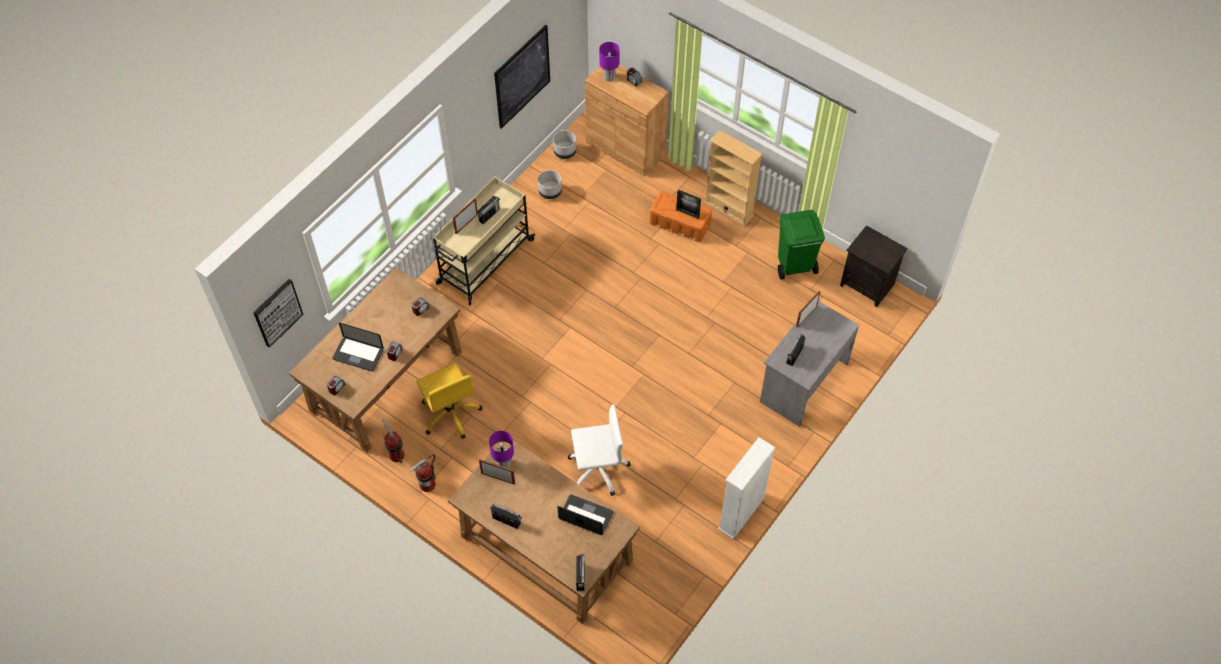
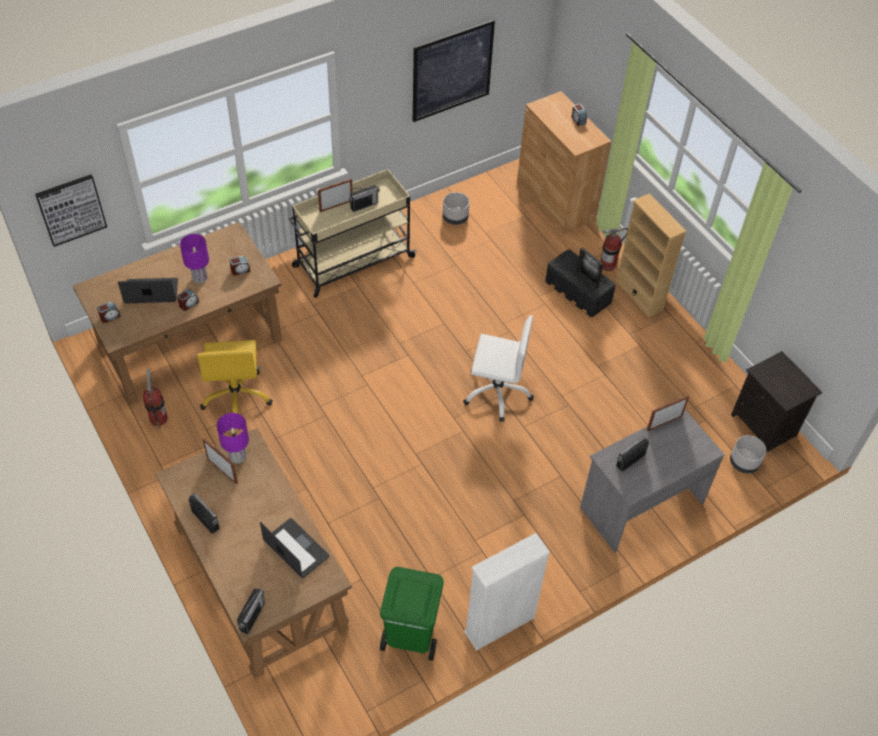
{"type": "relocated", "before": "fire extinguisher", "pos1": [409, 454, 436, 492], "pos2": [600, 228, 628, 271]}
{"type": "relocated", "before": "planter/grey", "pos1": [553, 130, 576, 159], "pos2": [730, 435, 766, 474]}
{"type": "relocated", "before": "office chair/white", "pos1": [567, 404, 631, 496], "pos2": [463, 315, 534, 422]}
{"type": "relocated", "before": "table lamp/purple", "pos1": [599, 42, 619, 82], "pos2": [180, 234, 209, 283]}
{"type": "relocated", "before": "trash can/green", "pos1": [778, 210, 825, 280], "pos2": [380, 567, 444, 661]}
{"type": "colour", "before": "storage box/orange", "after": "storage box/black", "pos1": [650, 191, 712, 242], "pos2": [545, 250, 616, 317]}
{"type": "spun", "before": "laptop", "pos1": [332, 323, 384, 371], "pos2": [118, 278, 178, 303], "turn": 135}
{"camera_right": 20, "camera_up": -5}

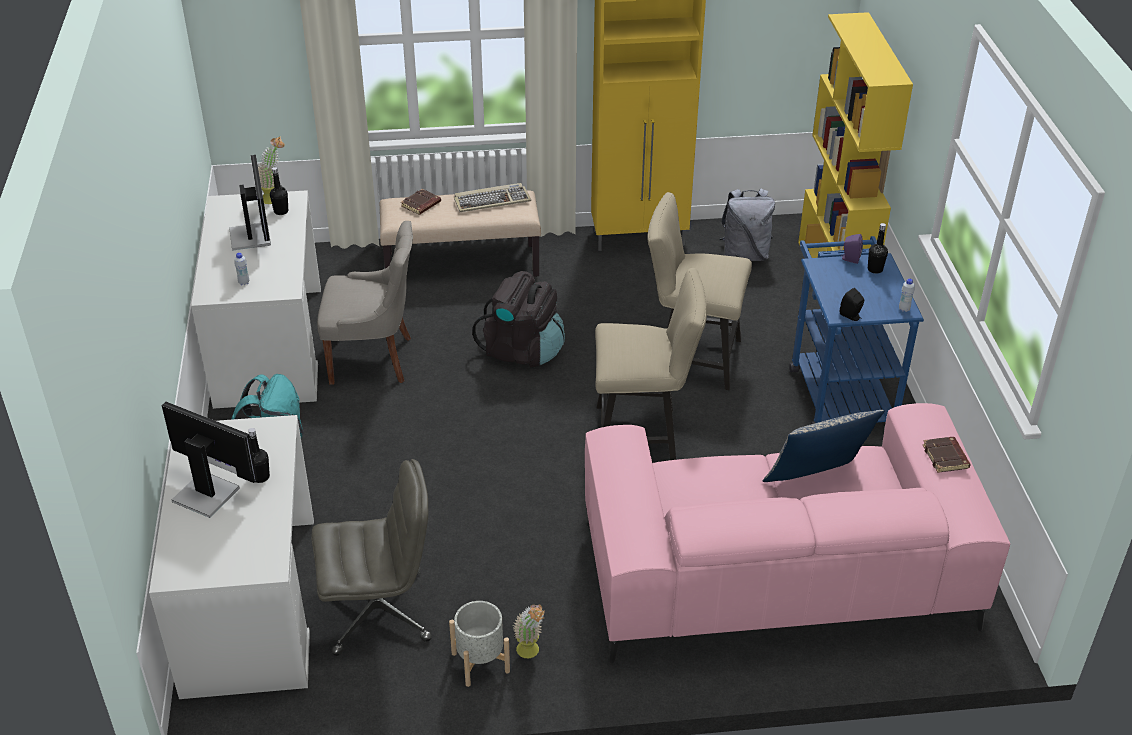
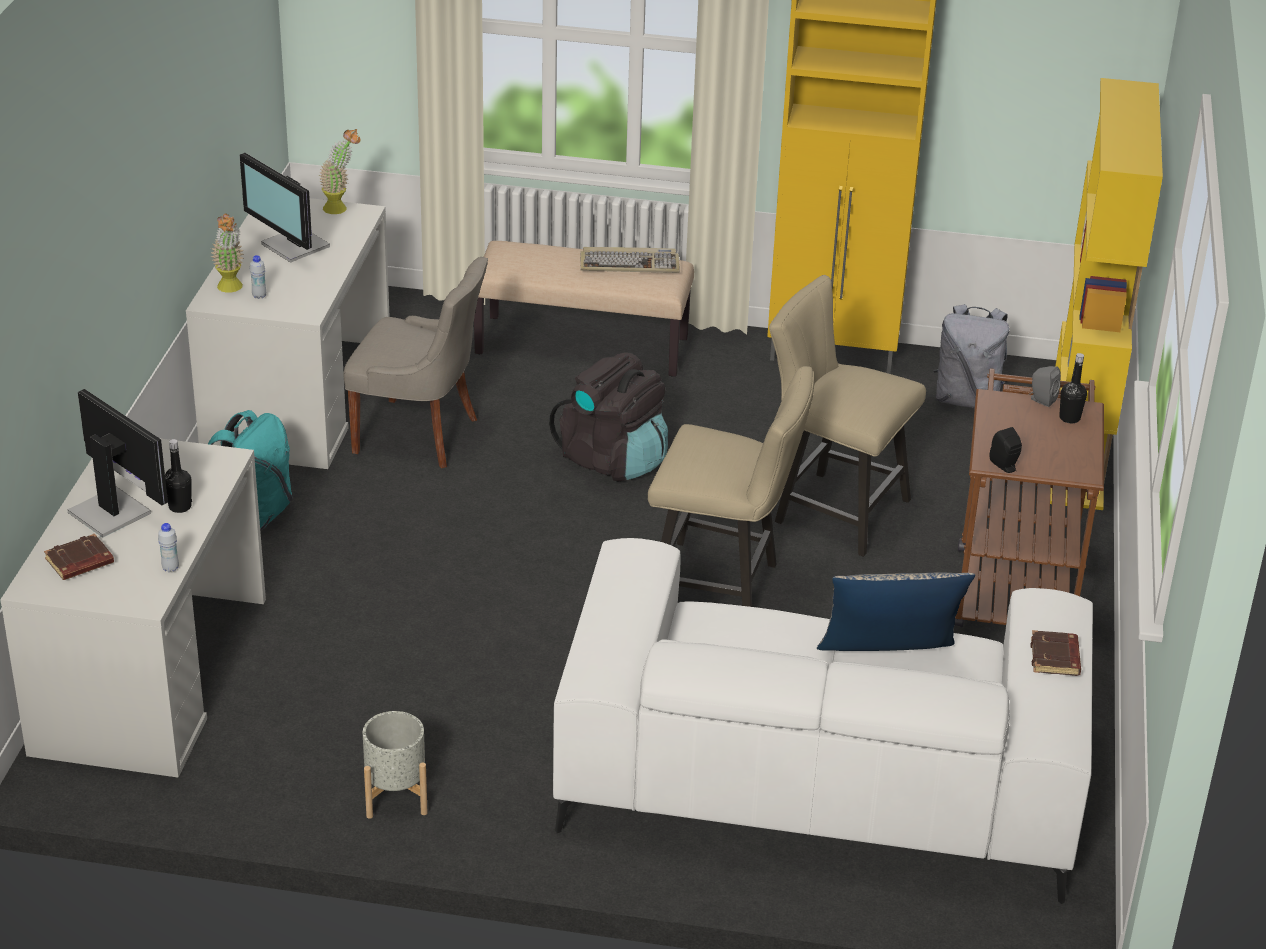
{"type": "missing", "before": "bottle/black", "pos1": [270, 167, 288, 215]}
{"type": "missing", "before": "office chair/grey", "pos1": [311, 459, 432, 656]}
{"type": "relocated", "before": "book/brown", "pos1": [401, 189, 441, 215], "pos2": [44, 534, 114, 580]}
{"type": "relocated", "before": "potted plant", "pos1": [513, 604, 545, 658], "pos2": [210, 213, 244, 293]}
{"type": "relocated", "before": "bottle/white", "pos1": [899, 278, 915, 312], "pos2": [158, 523, 179, 572]}
{"type": "colour", "before": "sofa/pink", "after": "sofa/white", "pos1": [585, 403, 1010, 664], "pos2": [553, 538, 1093, 904]}
{"type": "colour", "before": "cart/blue", "after": "cart/brown", "pos1": [789, 236, 924, 425], "pos2": [955, 368, 1104, 628]}
{"type": "colour", "before": "speaker/purple", "after": "speaker/grey", "pos1": [840, 234, 863, 264], "pos2": [1029, 366, 1061, 407]}
{"type": "spun", "before": "monitor", "pos1": [229, 155, 271, 251], "pos2": [240, 153, 330, 263], "turn": 135}
{"camera_right": 15, "camera_up": -5}

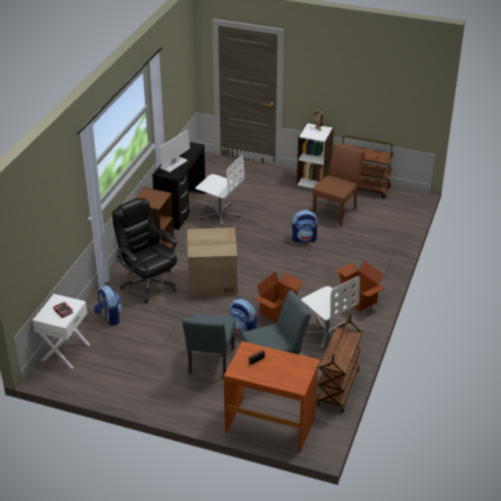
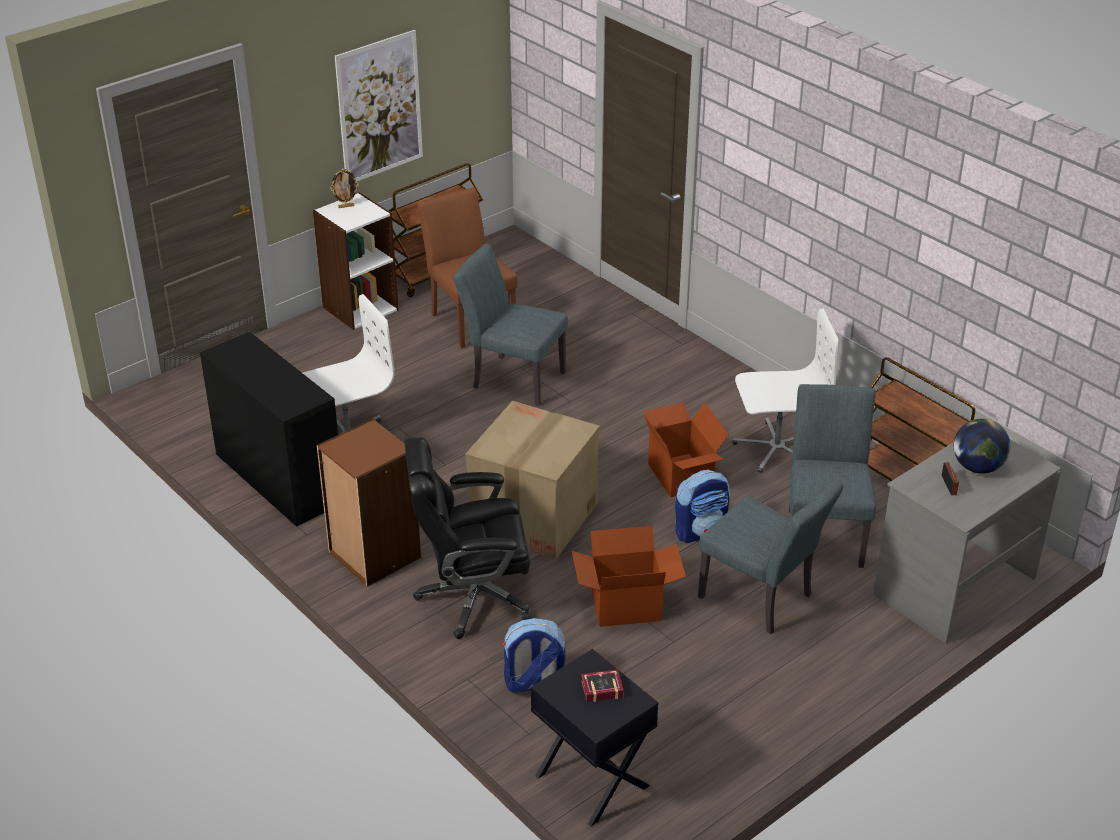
{"type": "missing", "before": "monitor", "pos1": [159, 130, 190, 172]}
{"type": "appeared", "after": "picture", "pos2": [335, 30, 423, 182]}
{"type": "appeared", "after": "globe", "pos2": [954, 419, 1010, 474]}
{"type": "relocated", "before": "cardboard box", "pos1": [335, 260, 386, 312], "pos2": [572, 526, 686, 627]}
{"type": "exchanged", "before": "backpack", "after": "chair/grey", "pos1": [292, 210, 318, 243], "pos2": [454, 244, 568, 407]}
{"type": "colour", "before": "nightstand/white", "after": "nightstand/black", "pos1": [32, 294, 90, 369], "pos2": [531, 649, 658, 827]}
{"type": "colour", "before": "desk/brown", "after": "desk/grey", "pos1": [224, 341, 320, 453], "pos2": [873, 440, 1061, 643]}
{"camera_right": -60, "camera_up": 0}

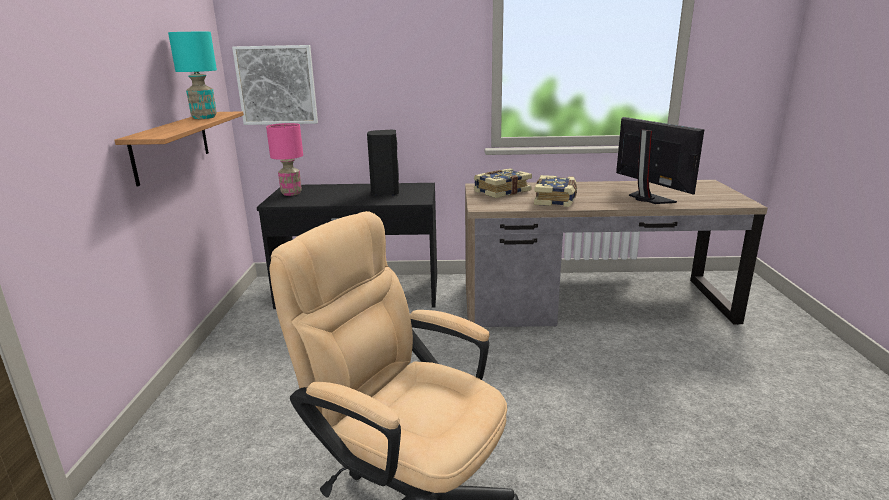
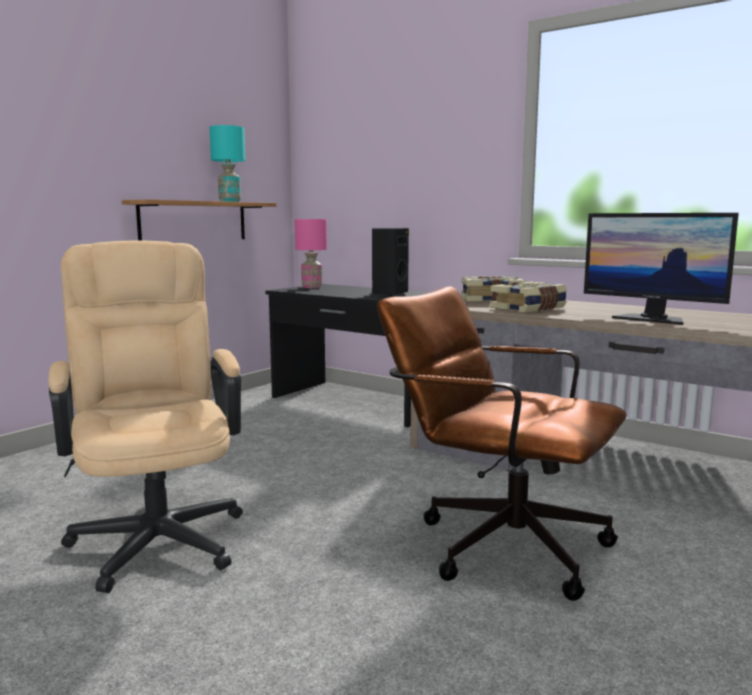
{"type": "missing", "before": "picture", "pos1": [232, 45, 318, 125]}
{"type": "appeared", "after": "office chair/brown", "pos2": [377, 287, 627, 601]}
{"type": "spun", "before": "monitor", "pos1": [616, 117, 704, 204], "pos2": [584, 213, 739, 325], "turn": 120}
{"camera_right": 35, "camera_up": -10}

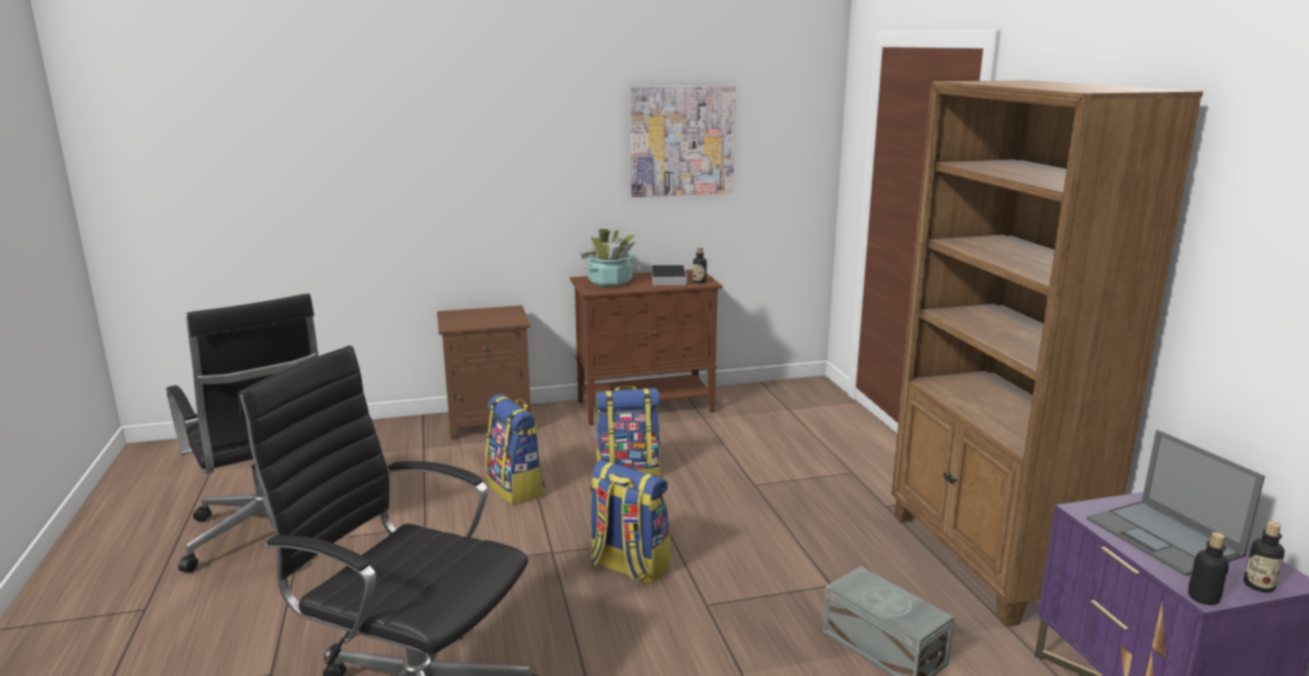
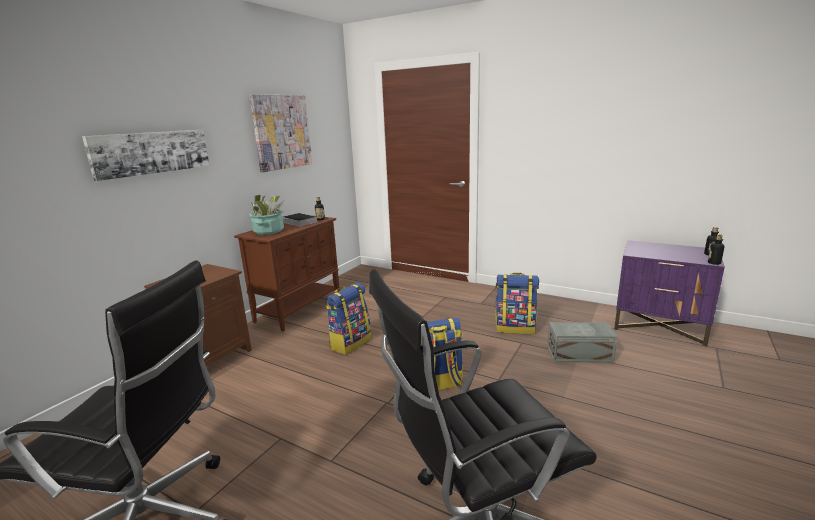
{"type": "missing", "before": "bookcase/brown", "pos1": [891, 80, 1203, 627]}
{"type": "missing", "before": "laptop", "pos1": [1087, 430, 1265, 576]}
{"type": "appeared", "after": "picture", "pos2": [82, 130, 210, 181]}
{"type": "relocated", "before": "backpack", "pos1": [485, 394, 545, 505], "pos2": [495, 273, 539, 334]}
{"camera_right": -45, "camera_up": 0}

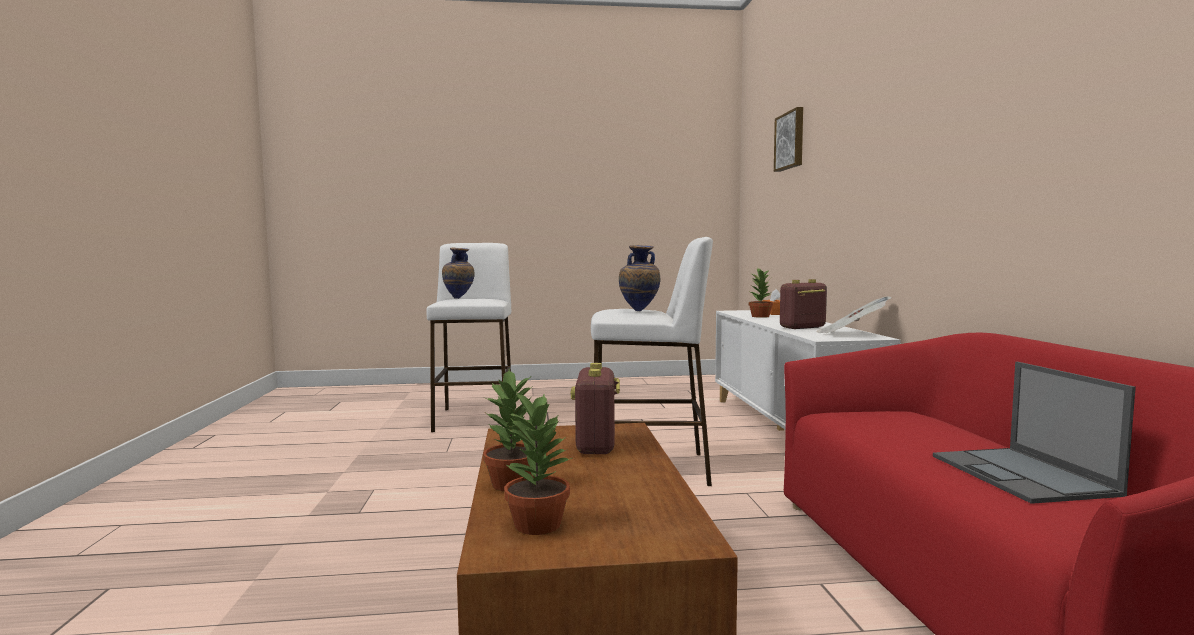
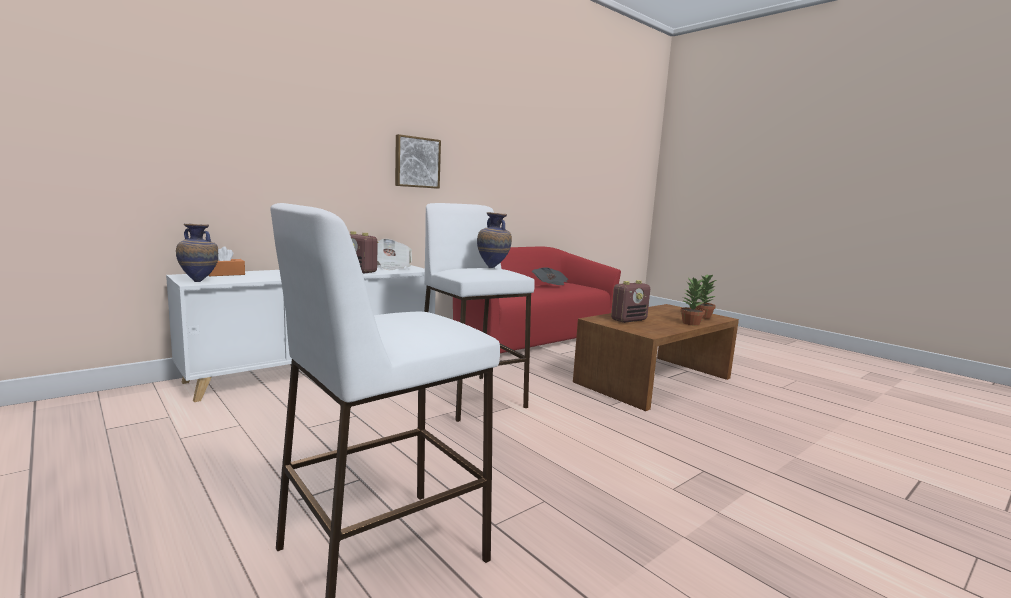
{"type": "missing", "before": "potted plant", "pos1": [749, 268, 773, 318]}
{"type": "relocated", "before": "vase", "pos1": [442, 248, 475, 299], "pos2": [176, 224, 218, 282]}
{"type": "relocated", "before": "picture", "pos1": [774, 107, 803, 172], "pos2": [395, 134, 441, 189]}
{"type": "exchanged", "before": "laptop", "after": "newspaper", "pos1": [933, 362, 1136, 504], "pos2": [532, 268, 568, 285]}
{"camera_right": -125, "camera_up": 5}

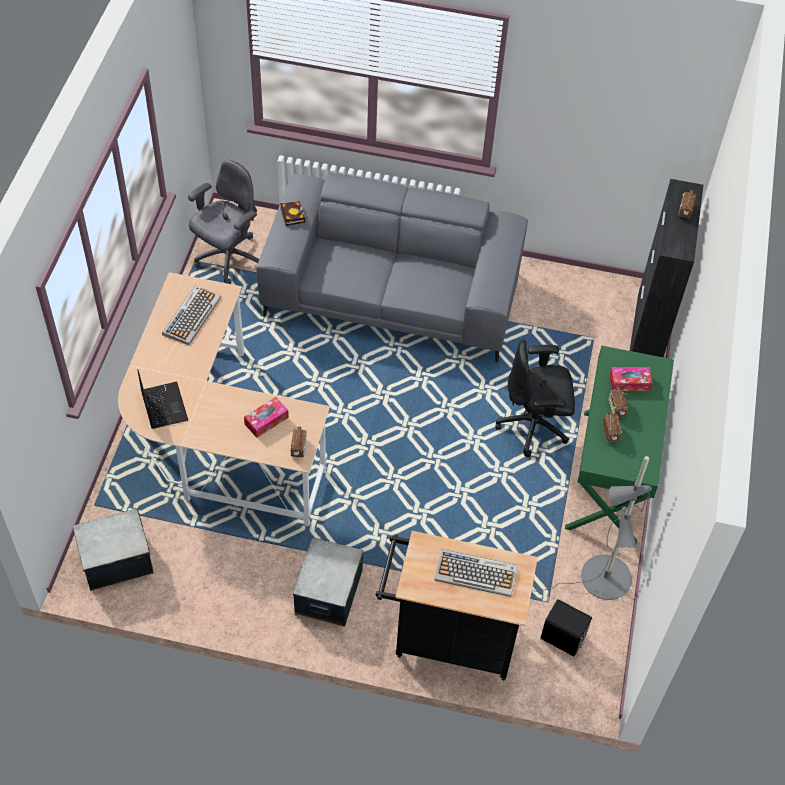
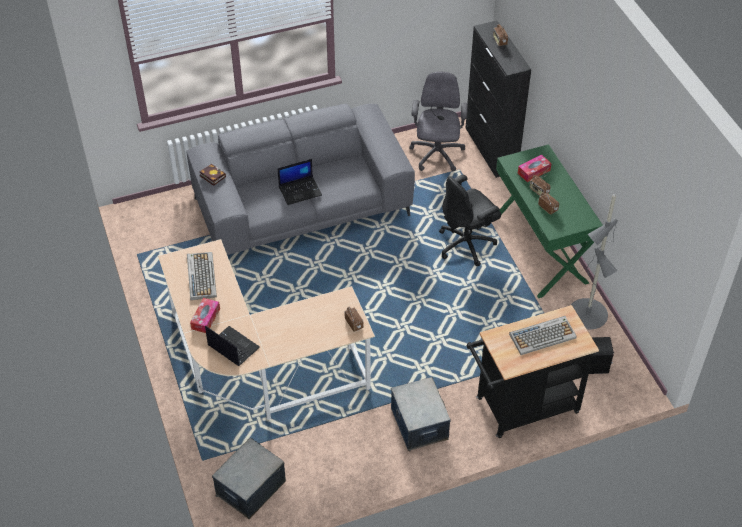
{"type": "appeared", "after": "laptop", "pos2": [278, 159, 322, 205]}
{"type": "relocated", "before": "office chair/grey", "pos1": [188, 160, 259, 284], "pos2": [409, 71, 468, 171]}
{"type": "relocated", "before": "tissue box", "pos1": [244, 397, 289, 438], "pos2": [190, 298, 220, 333]}
{"camera_right": -30, "camera_up": -5}

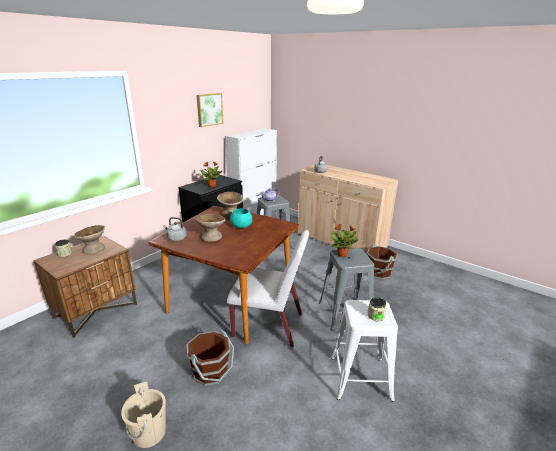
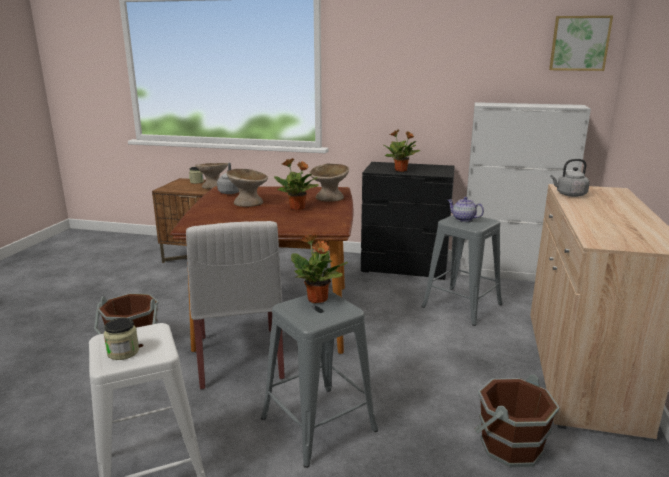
{"type": "missing", "before": "bucket/beige", "pos1": [121, 382, 166, 448]}
{"type": "relocated", "before": "picture", "pos1": [197, 93, 224, 127], "pos2": [549, 16, 613, 71]}
{"type": "exchanged", "before": "bowl/turquoise", "after": "potted plant", "pos1": [230, 209, 252, 228], "pos2": [274, 158, 319, 210]}
{"camera_right": 65, "camera_up": -5}

